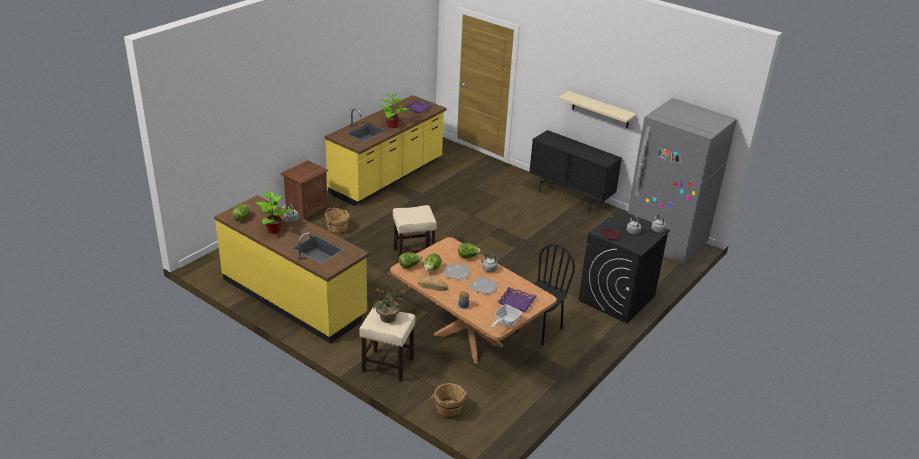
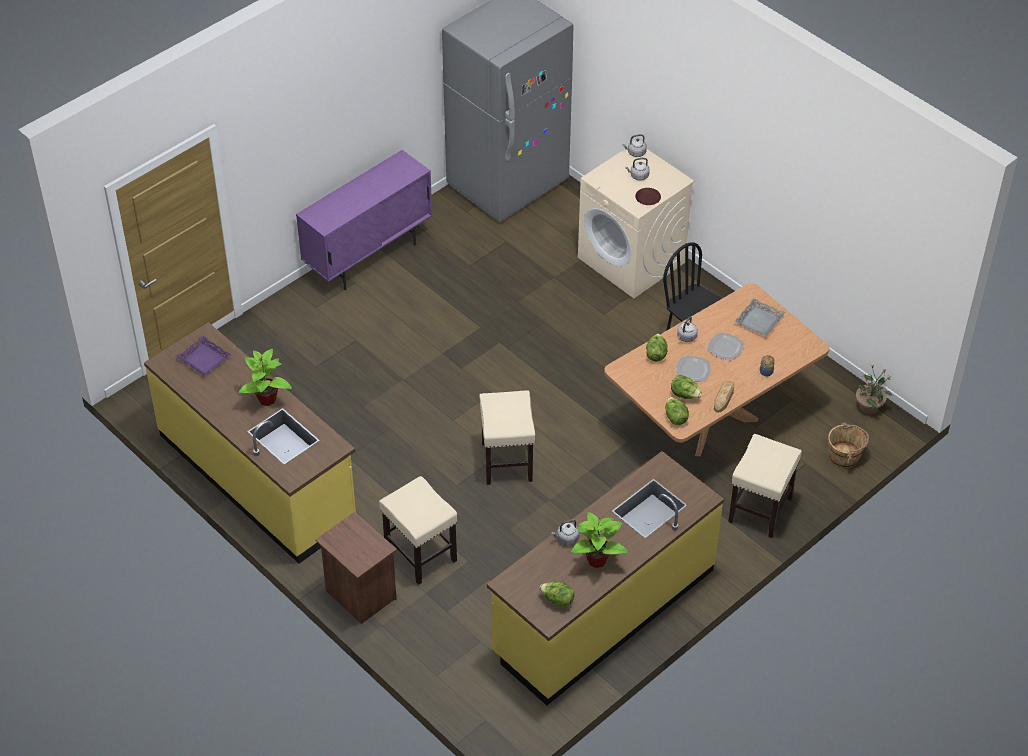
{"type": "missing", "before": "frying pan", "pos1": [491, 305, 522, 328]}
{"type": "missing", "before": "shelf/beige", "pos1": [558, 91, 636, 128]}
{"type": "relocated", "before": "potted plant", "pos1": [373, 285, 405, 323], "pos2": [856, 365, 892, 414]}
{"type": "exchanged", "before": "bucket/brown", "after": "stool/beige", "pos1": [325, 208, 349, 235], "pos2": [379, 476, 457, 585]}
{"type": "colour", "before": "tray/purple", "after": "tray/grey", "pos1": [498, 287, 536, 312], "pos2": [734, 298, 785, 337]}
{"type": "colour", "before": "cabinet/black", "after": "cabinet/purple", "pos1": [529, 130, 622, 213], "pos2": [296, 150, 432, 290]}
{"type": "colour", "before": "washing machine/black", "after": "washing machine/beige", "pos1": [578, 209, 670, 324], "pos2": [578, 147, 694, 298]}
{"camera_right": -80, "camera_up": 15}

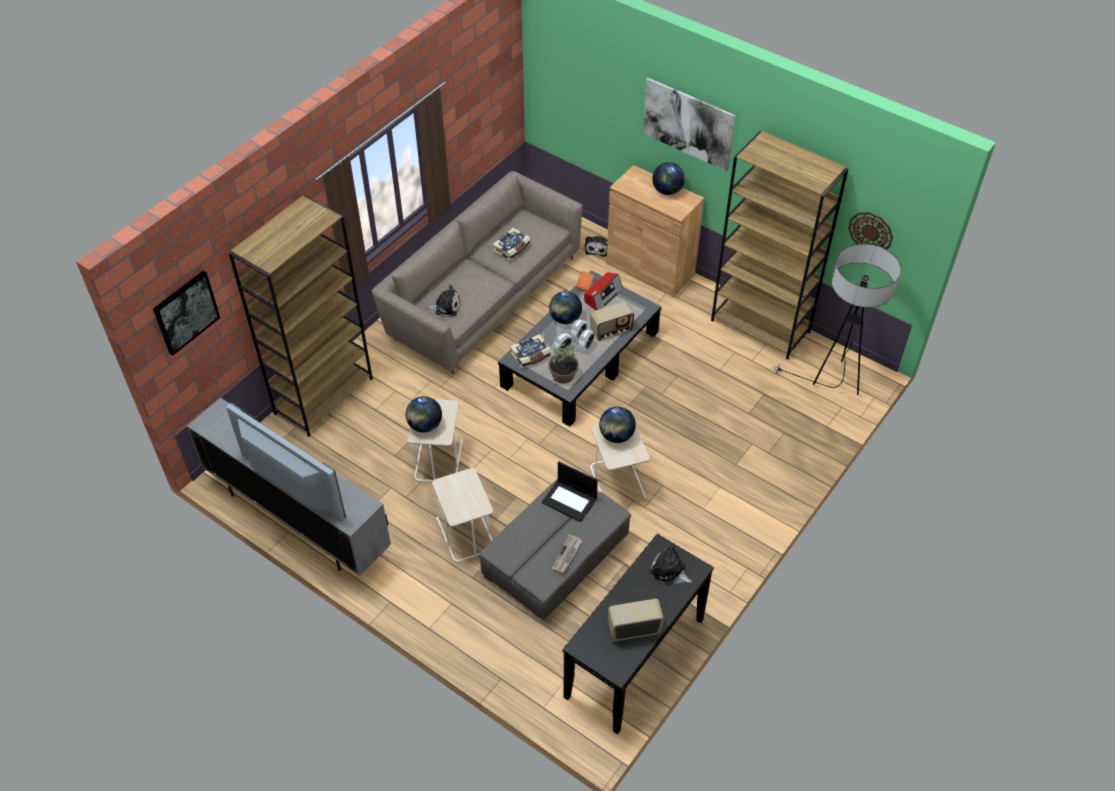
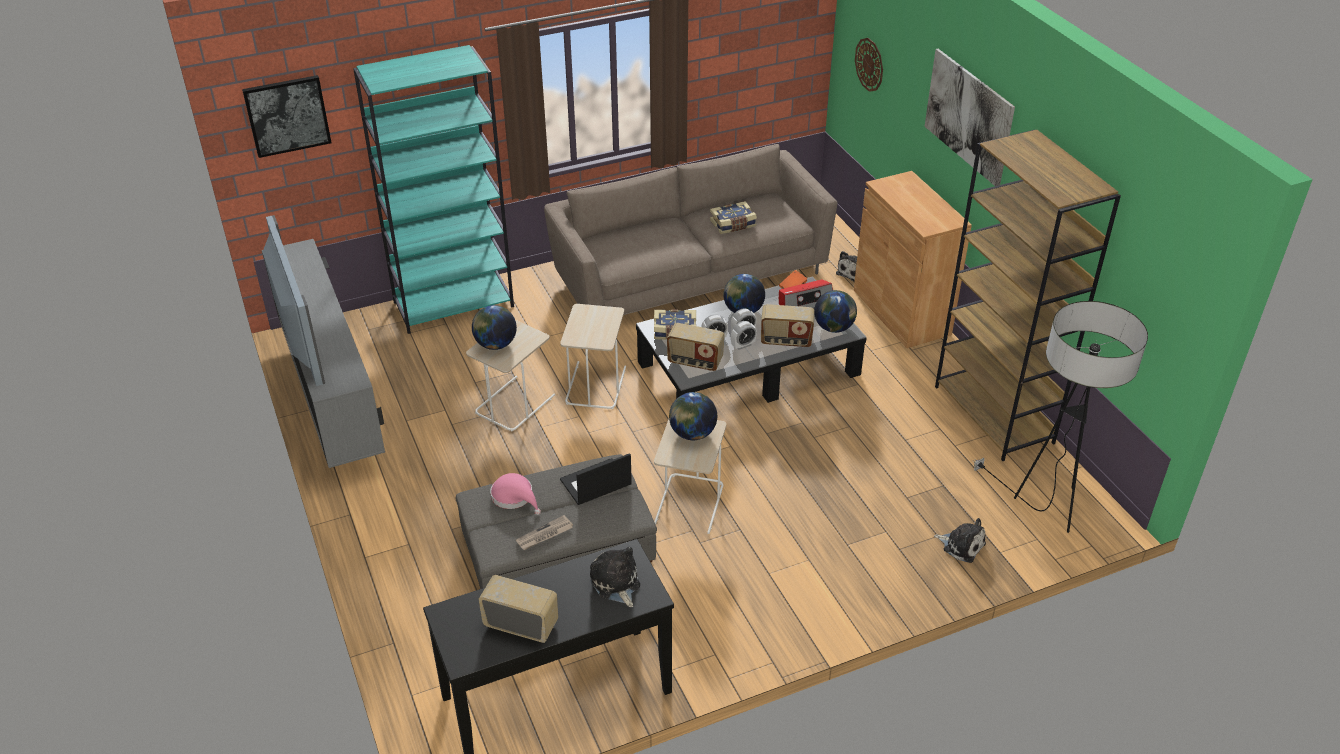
{"type": "appeared", "after": "hat/pink", "pos2": [490, 473, 541, 515]}
{"type": "relocated", "before": "plush toy", "pos1": [426, 285, 460, 317], "pos2": [934, 518, 986, 563]}
{"type": "relocated", "before": "side table/beige", "pos1": [432, 468, 493, 562], "pos2": [560, 304, 626, 409]}
{"type": "relocated", "before": "globe", "pos1": [652, 162, 685, 195], "pos2": [814, 290, 857, 333]}
{"type": "relocated", "before": "wall clock", "pos1": [848, 212, 893, 249], "pos2": [855, 38, 883, 92]}
{"type": "exchanged", "before": "potted plant", "after": "radio", "pos1": [548, 344, 579, 384], "pos2": [667, 323, 725, 371]}
{"type": "colour", "before": "bookcase/brown", "after": "bookcase/turquoise", "pos1": [229, 195, 373, 437], "pos2": [353, 45, 514, 334]}
{"type": "spun", "before": "laptop", "pos1": [542, 461, 598, 522], "pos2": [560, 453, 632, 505], "turn": 90}
{"camera_right": 30, "camera_up": -10}

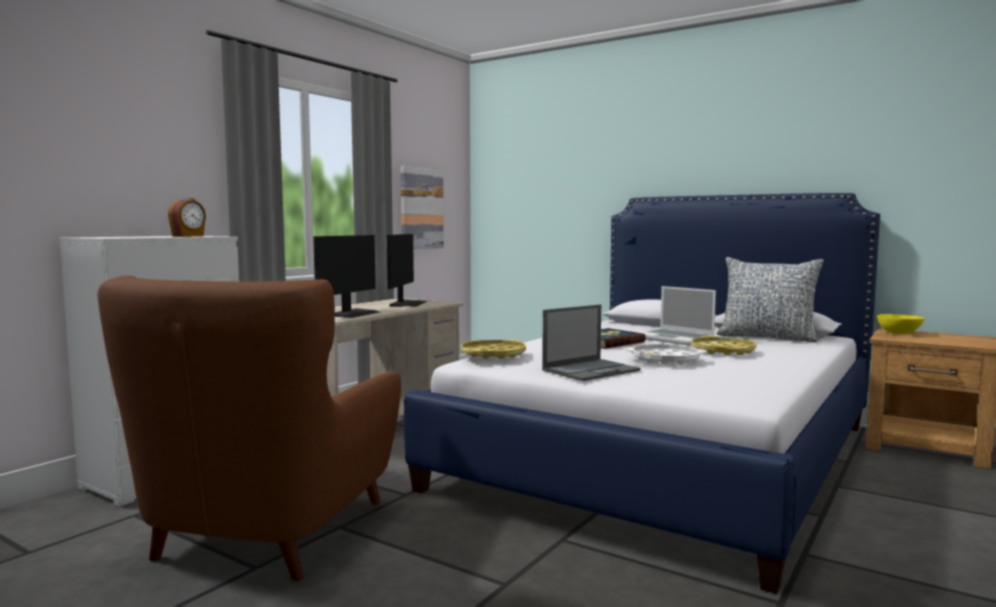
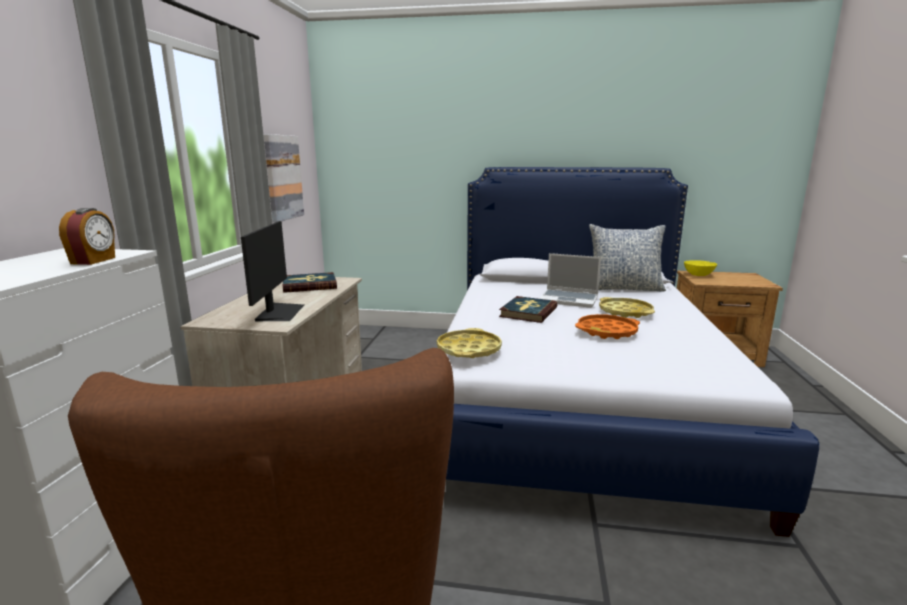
{"type": "missing", "before": "laptop", "pos1": [542, 304, 641, 381]}
{"type": "exchanged", "before": "monitor", "after": "book", "pos1": [387, 234, 427, 307], "pos2": [283, 272, 337, 293]}
{"type": "colour", "before": "tray/white", "after": "tray/orange", "pos1": [626, 344, 707, 365], "pos2": [575, 314, 640, 339]}
{"camera_right": -25, "camera_up": 10}

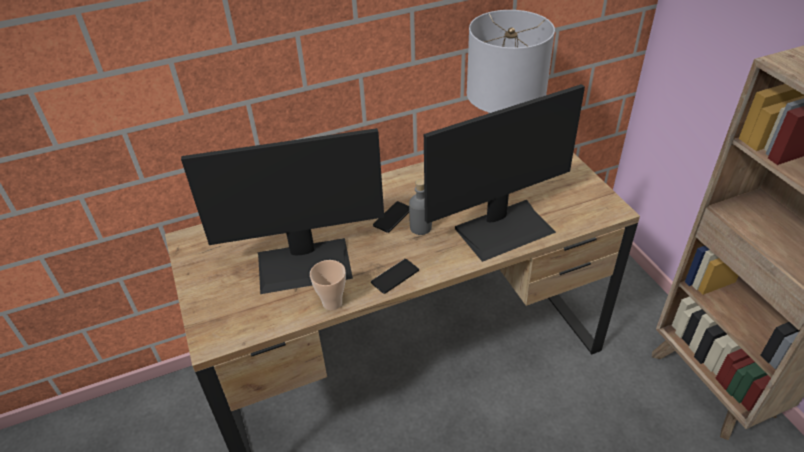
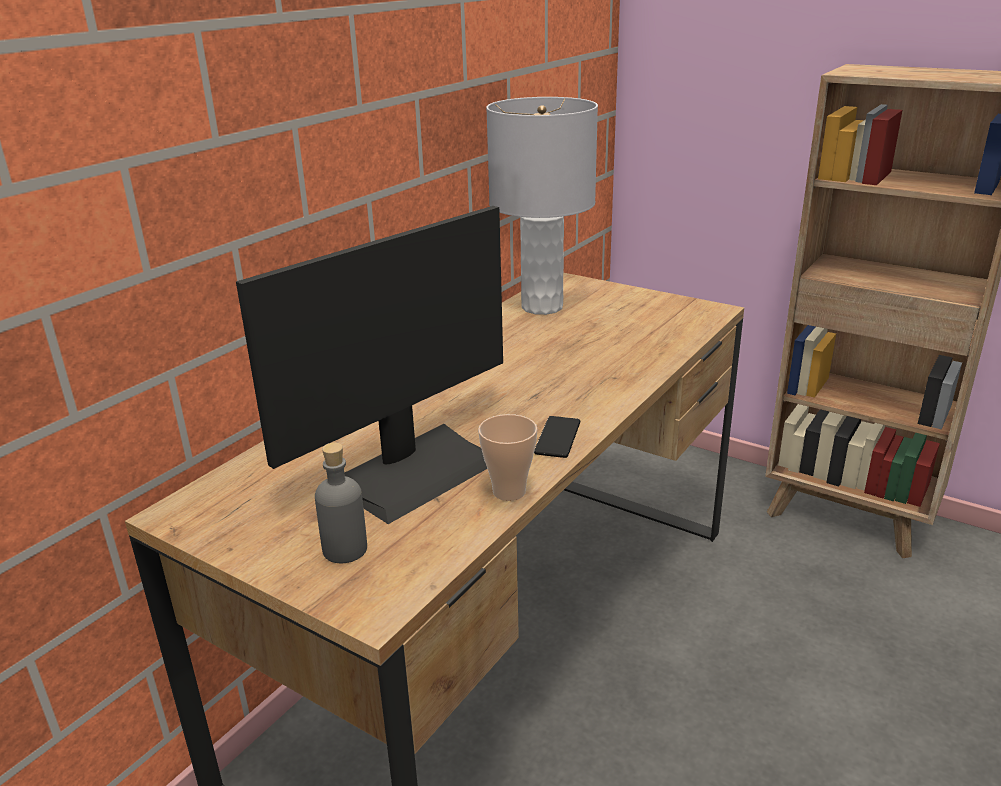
{"type": "missing", "before": "phone", "pos1": [373, 201, 409, 233]}
{"type": "missing", "before": "monitor", "pos1": [424, 84, 585, 262]}
{"type": "relocated", "before": "bottle/grey", "pos1": [409, 179, 432, 235], "pos2": [315, 443, 367, 563]}
{"camera_right": -35, "camera_up": -15}

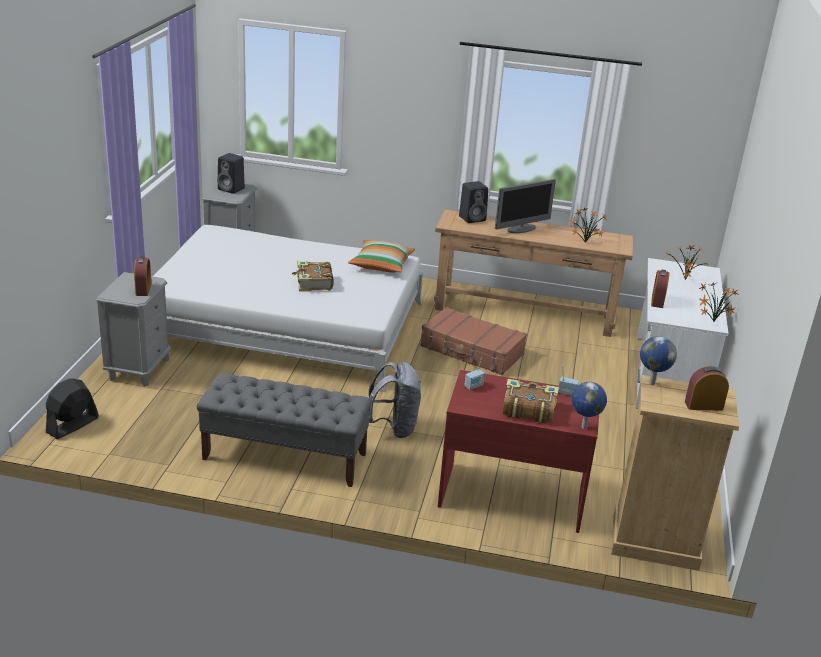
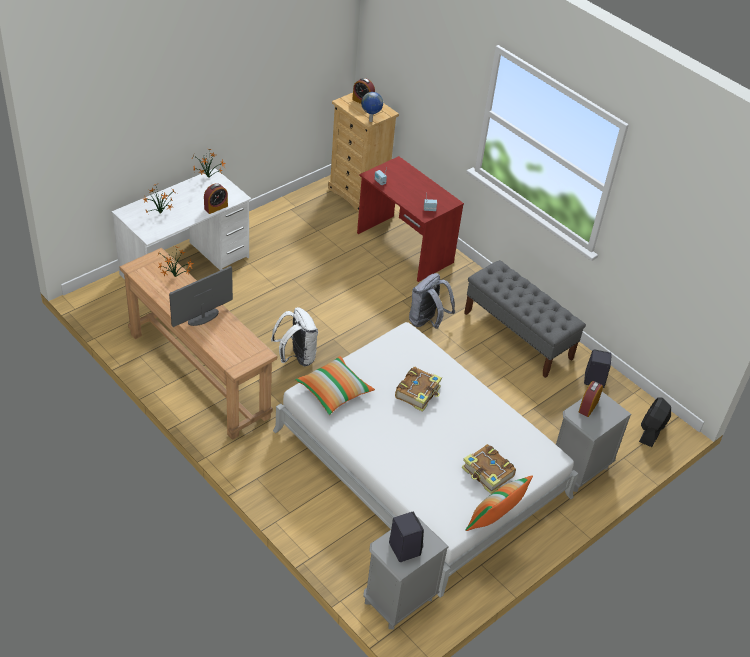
{"type": "missing", "before": "globe", "pos1": [572, 382, 607, 429]}
{"type": "appeared", "after": "pillow", "pos2": [465, 475, 533, 531]}
{"type": "relocated", "before": "speaker/black", "pos1": [459, 181, 488, 223], "pos2": [584, 349, 612, 388]}
{"type": "relocated", "before": "book", "pos1": [502, 379, 559, 423], "pos2": [462, 444, 516, 494]}
{"type": "exchanged", "before": "suitcase/brown", "after": "backpack/white", "pos1": [420, 307, 527, 375], "pos2": [271, 307, 318, 366]}
{"type": "spun", "before": "fan/black", "pos1": [46, 378, 99, 439], "pos2": [639, 397, 671, 447], "turn": 135}
{"type": "spun", "before": "monitor", "pos1": [495, 179, 556, 233], "pos2": [169, 266, 233, 327], "turn": -45}
{"camera_right": -145, "camera_up": 15}

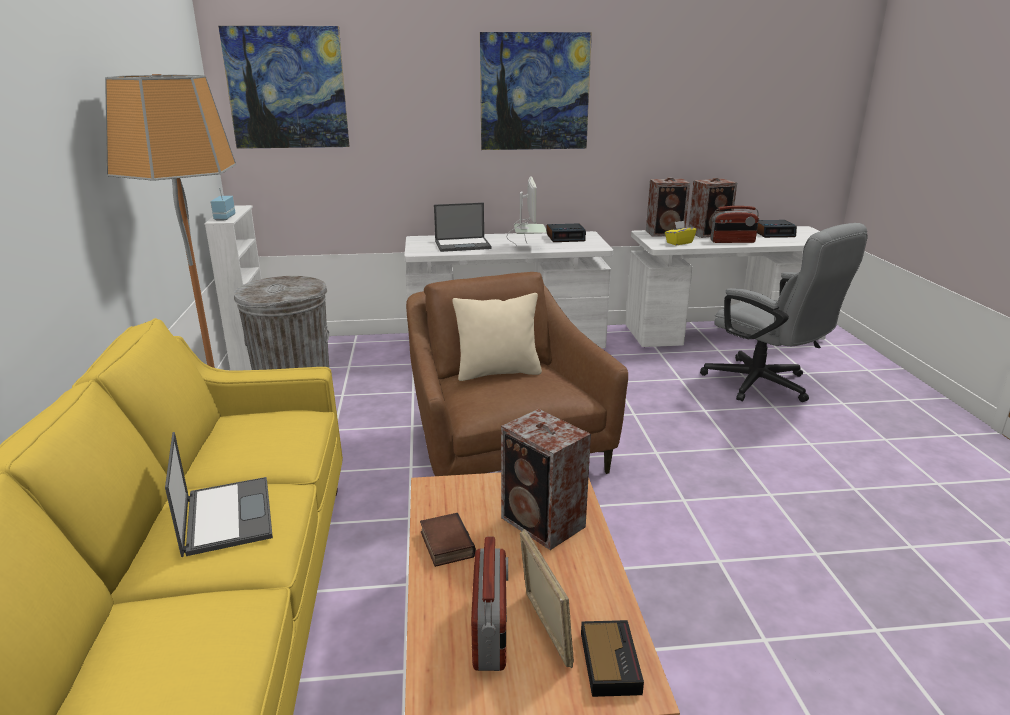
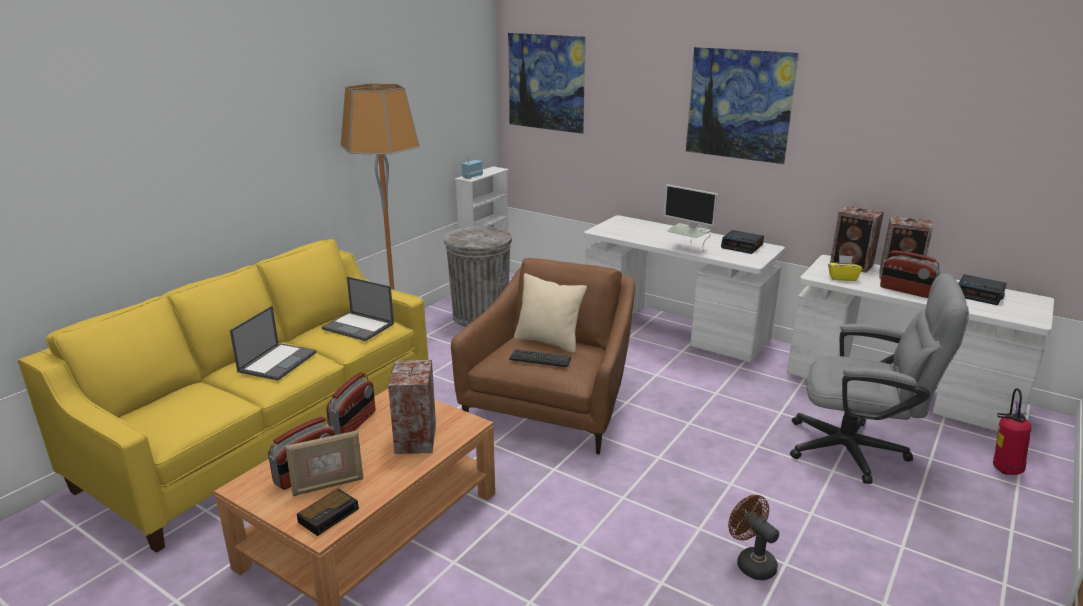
{"type": "appeared", "after": "keyboard", "pos2": [509, 349, 571, 367]}
{"type": "appeared", "after": "fan/brown", "pos2": [728, 495, 779, 580]}
{"type": "appeared", "after": "fire extinguisher", "pos2": [993, 388, 1032, 475]}
{"type": "relocated", "before": "laptop", "pos1": [434, 203, 492, 252], "pos2": [322, 277, 394, 341]}
{"type": "exchanged", "before": "book", "after": "radio", "pos1": [420, 513, 476, 567], "pos2": [326, 372, 375, 435]}
{"type": "spun", "before": "monitor", "pos1": [506, 176, 547, 248], "pos2": [664, 185, 718, 252], "turn": 90}
{"type": "spun", "before": "picture frame", "pos1": [520, 529, 574, 668], "pos2": [285, 430, 364, 496], "turn": 45}
{"type": "spun", "before": "office chair/grey", "pos1": [700, 223, 868, 402], "pos2": [790, 273, 969, 484], "turn": -75}
{"camera_right": 40, "camera_up": 0}

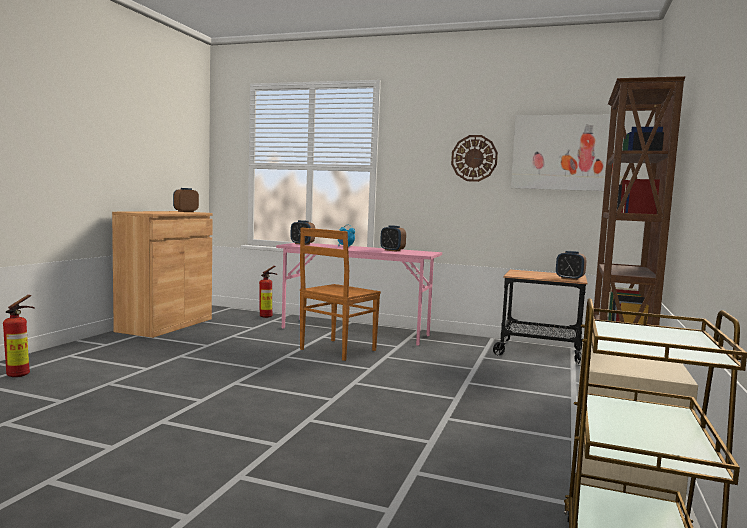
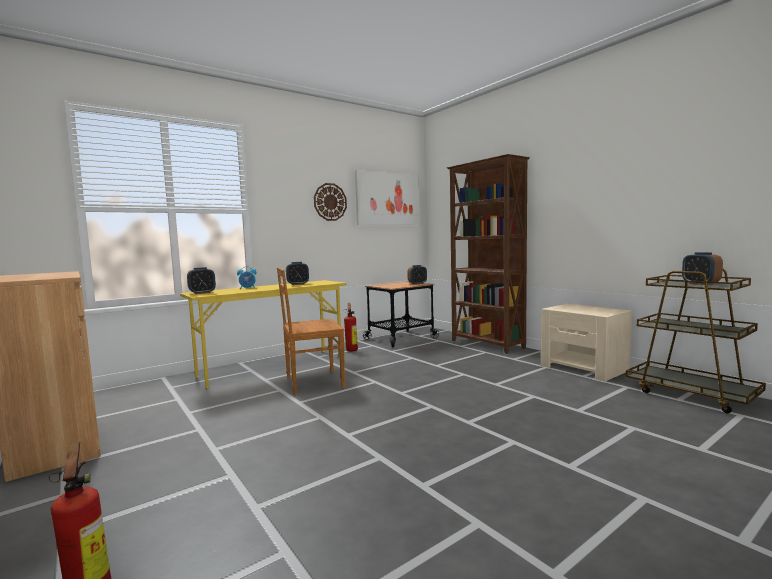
{"type": "relocated", "before": "alarm clock", "pos1": [173, 188, 199, 212], "pos2": [682, 252, 723, 285]}
{"type": "relocated", "before": "fire extinguisher", "pos1": [259, 266, 277, 318], "pos2": [344, 303, 358, 352]}
{"type": "colour", "before": "desk/pink", "after": "desk/yellow", "pos1": [276, 243, 442, 346], "pos2": [180, 280, 347, 388]}
{"type": "spun", "before": "chair/brown", "pos1": [300, 228, 381, 361], "pos2": [277, 267, 345, 395], "turn": 90}
{"camera_right": -55, "camera_up": 0}

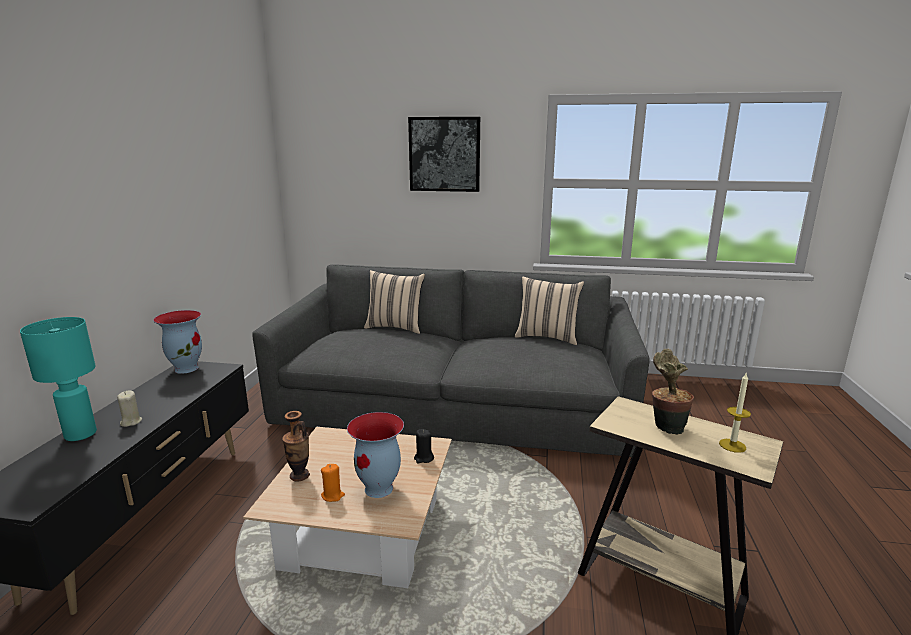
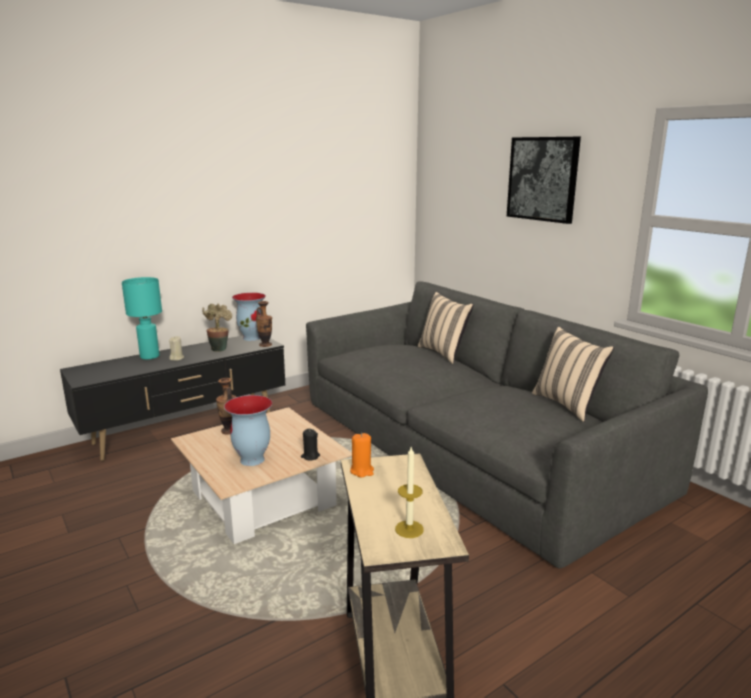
{"type": "appeared", "after": "vase", "pos2": [256, 301, 272, 347]}
{"type": "relocated", "before": "candle/orange", "pos1": [321, 464, 345, 502], "pos2": [350, 433, 374, 477]}
{"type": "relocated", "before": "potted plant", "pos1": [652, 349, 694, 435], "pos2": [202, 304, 232, 352]}
{"camera_right": 45, "camera_up": 0}

